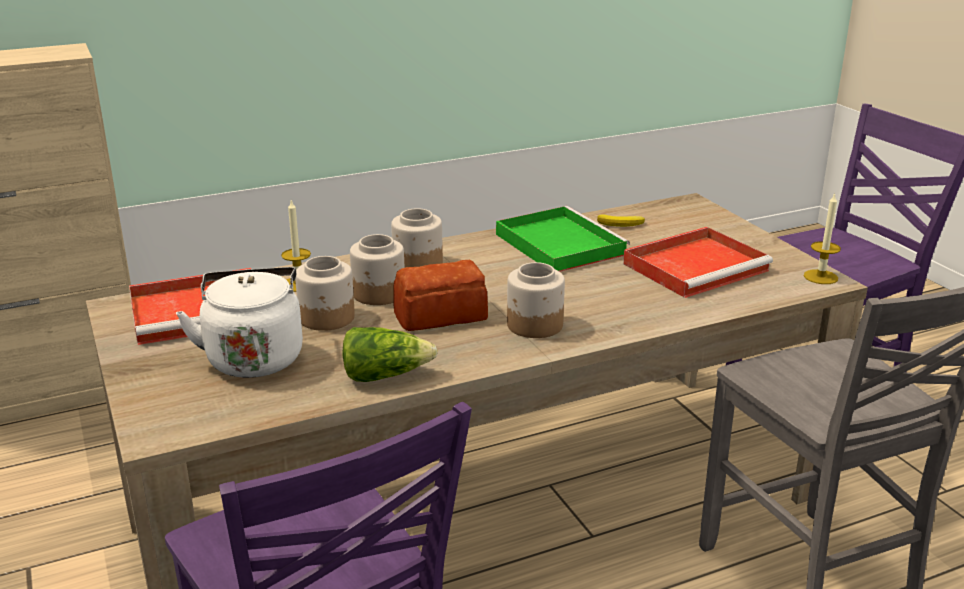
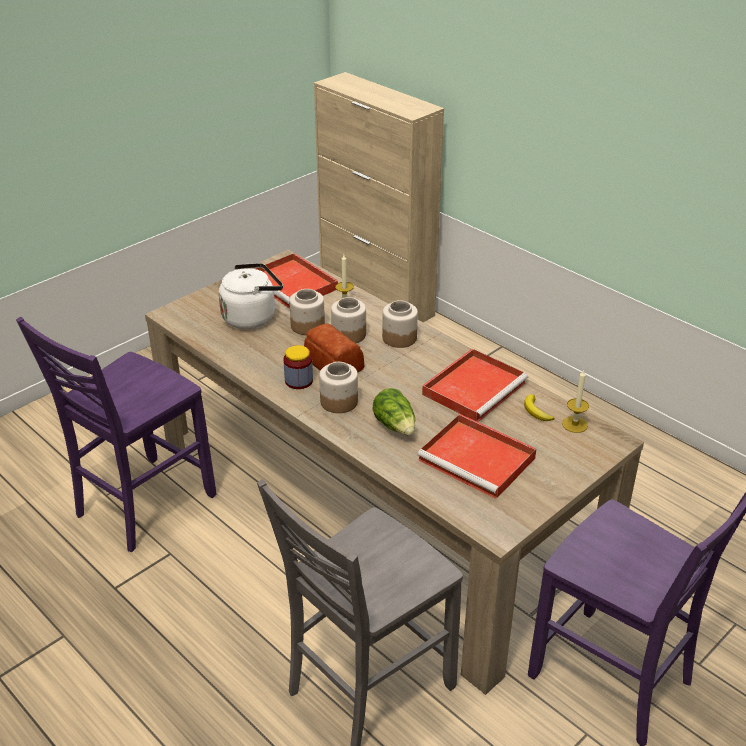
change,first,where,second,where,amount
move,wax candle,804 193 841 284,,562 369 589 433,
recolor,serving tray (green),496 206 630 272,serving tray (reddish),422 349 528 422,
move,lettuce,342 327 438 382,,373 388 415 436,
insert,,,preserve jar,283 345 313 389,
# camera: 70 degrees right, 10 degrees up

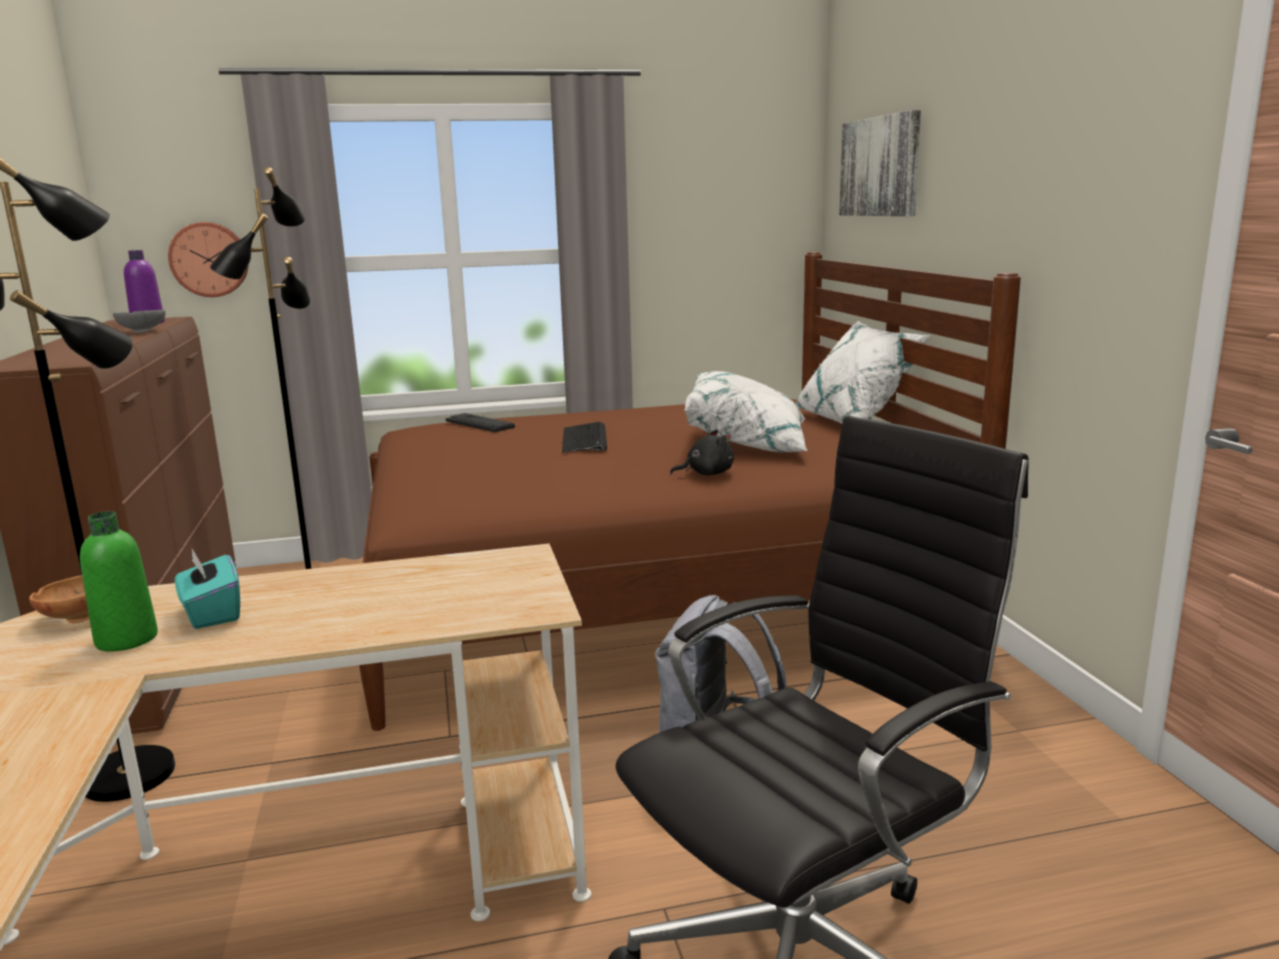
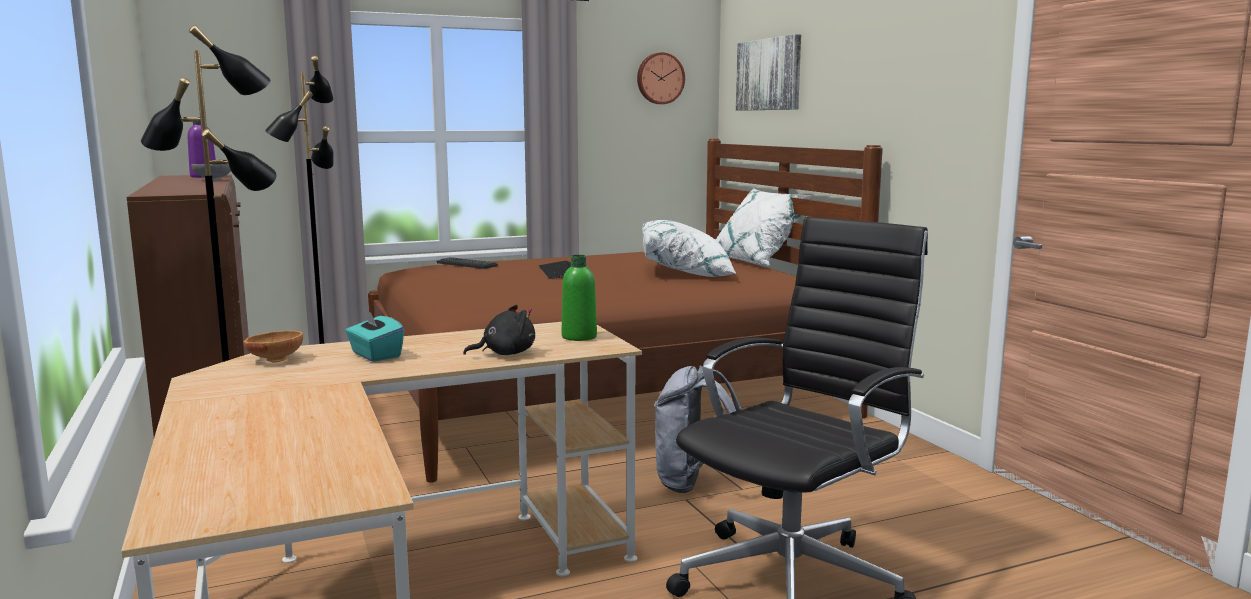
change,first,where,second,where,amount
move,clock on the wall,168 222 249 297,,637 52 685 104,
move,cuddly toy (blackish),670 429 734 476,,463 305 535 355,
move,bottle (green),80 511 158 652,,562 255 597 341,
# camera: 10 degrees left, 5 degrees down

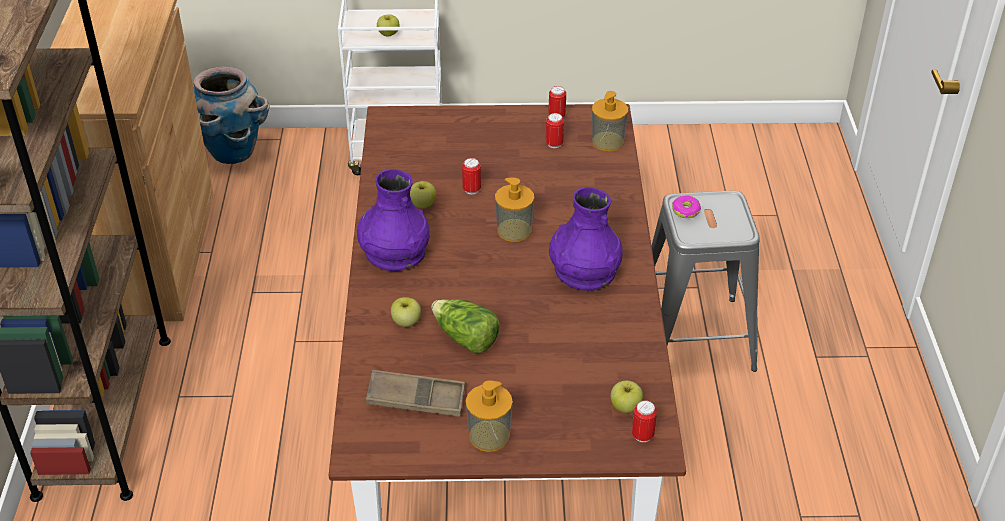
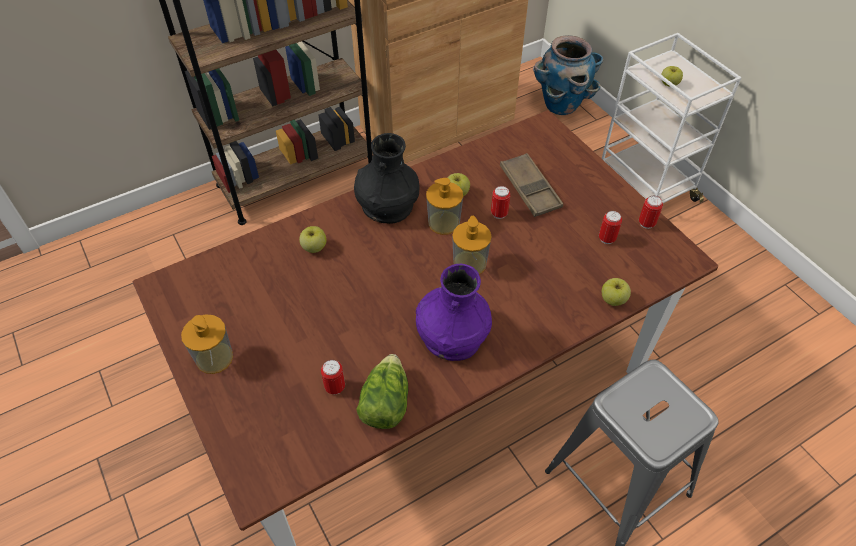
change,first,where,second,where,amount
move,soap bottle,592 91 628 151,,426 178 463 235,
recolor,flower vase (purple-coloured),357 169 430 271,flower vase (blackish),354 133 420 224,
delete,doughnut,672 195 701 218,,,
move,lettuce,431 299 500 353,,356 354 408 429,
move,serving tray (brownish),366 370 465 417,,500 153 563 217,
move,whole apple,610 381 643 413,,602 278 631 306,
move,can,632 401 657 442,,321 360 345 395,
# camera: 60 degrees right, 10 degrees up

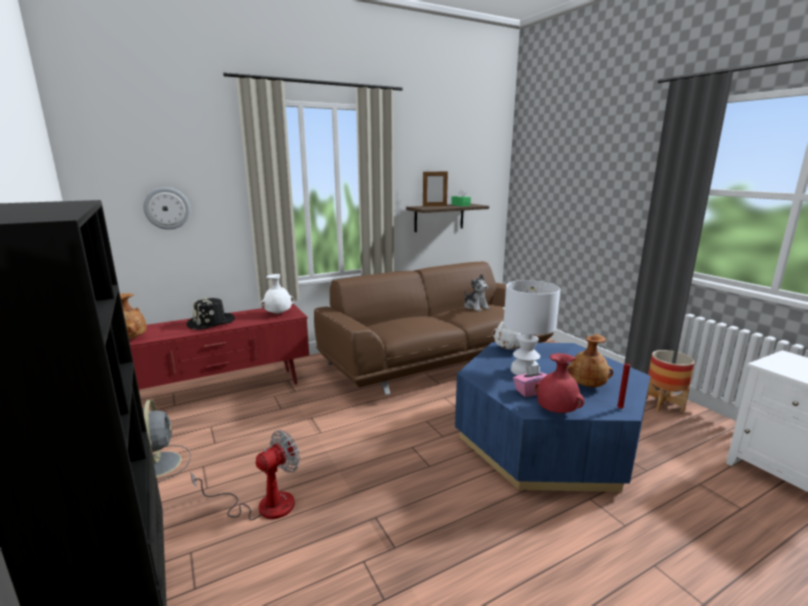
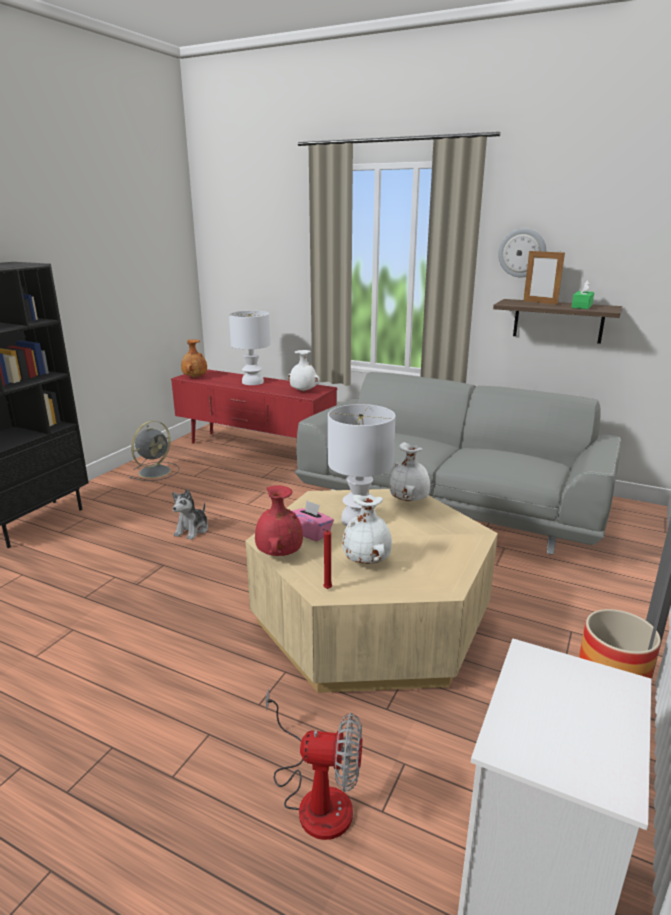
change,first,where,second,where,amount
move,clock on the wall,143 187 190 230,,498 228 546 277,
recolor,settee (brownish),314 261 554 395,settee (grey),295 372 621 555,
move,cuddly toy,464 274 490 311,,172 489 208 540,
replace,hat (blackish),186 297 235 330,tabletop lamp (white),229 311 270 385,
recolor,flower vase (brownish),567 334 613 387,flower vase (white),342 495 392 564,
recolor,low table (blue-coloured),455 342 650 492,low table (sand-coloured),245 489 498 693,
move,cooling fan,190 430 300 520,,265 687 362 840,
# camera: 55 degrees right, 5 degrees up

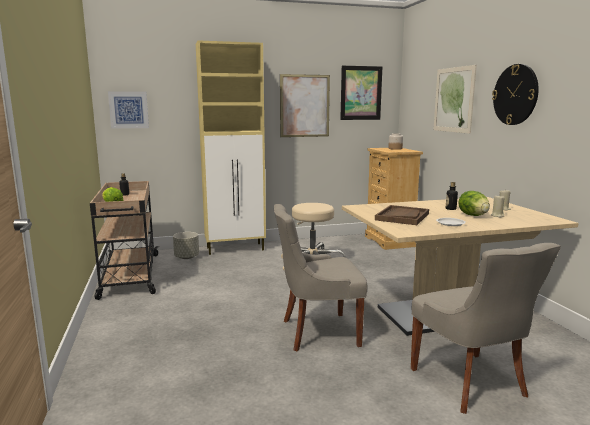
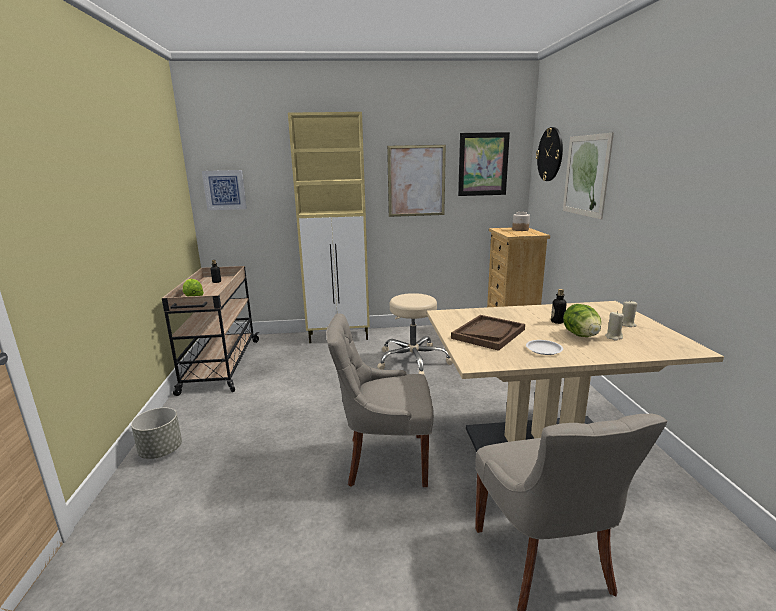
change,first,where,second,where,amount
move,clock on the wall,492 64 539 125,,536 127 563 181,
move,flower pot (grey),173 232 199 259,,131 408 182 459,
# camera: 10 degrees right, 5 degrees up

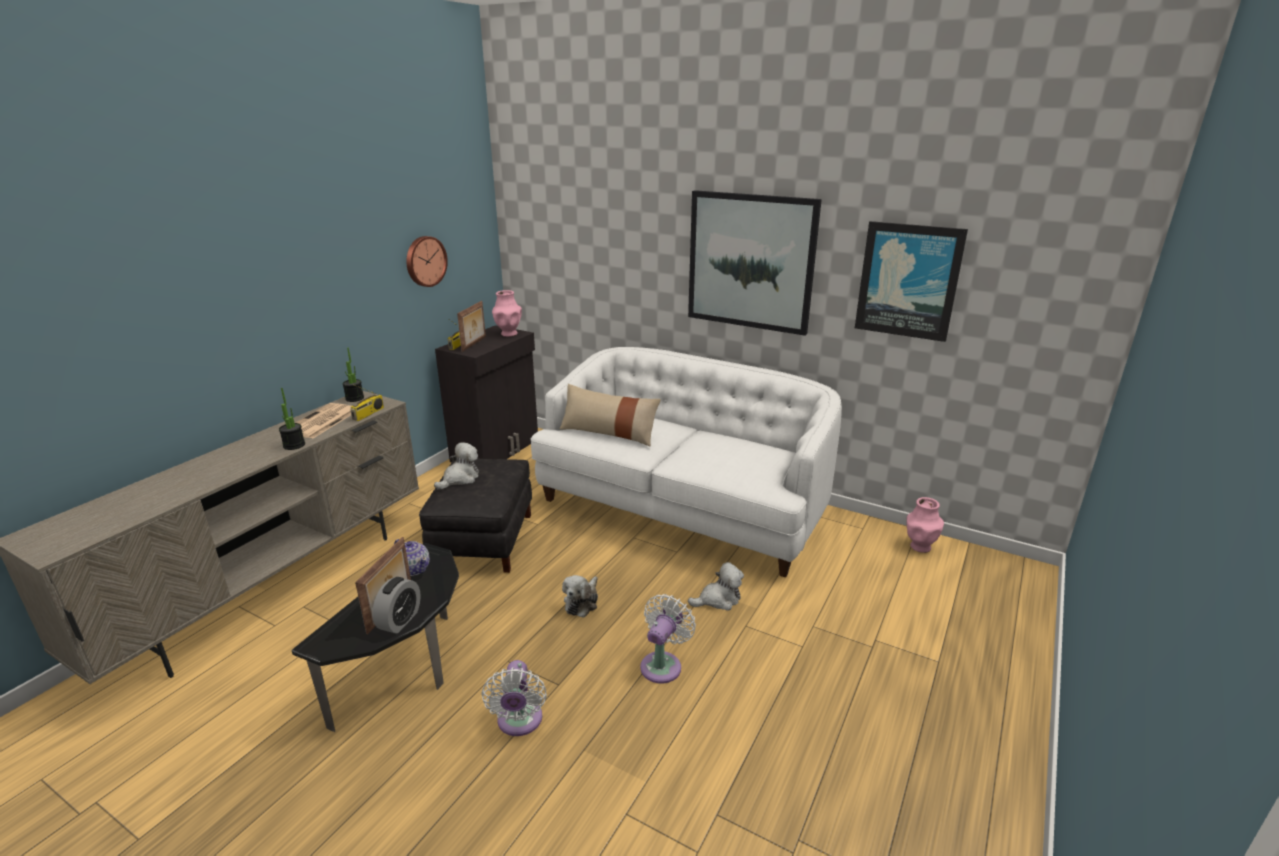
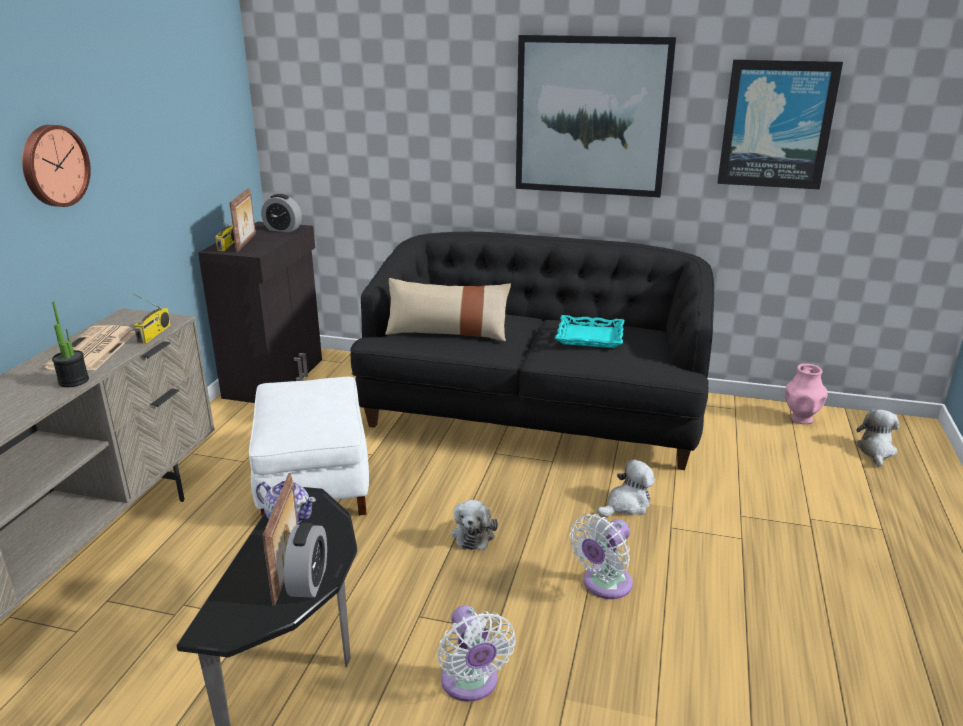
change,first,where,second,where,amount
move,clock on the wall,406 236 448 287,,22 125 91 207,
replace,flower vase (pink-coloured),492 290 522 337,alarm clock,261 194 302 232,
recolor,settee (white),531 347 842 578,settee (blackish),350 232 714 470,
delete,potted plant,343 348 364 402,,,
move,cuddly toy,434 443 479 489,,856 410 899 467,
recolor,pouffe (blackish),419 458 532 573,pouffe (white),249 377 369 516,
rotate,cooling fan (white),640 594 696 683,,569 514 633 599,150 degrees counterclockwise
insert,,,serving tray (blue-green),555 315 624 348,
# camera: 15 degrees left, 0 degrees up

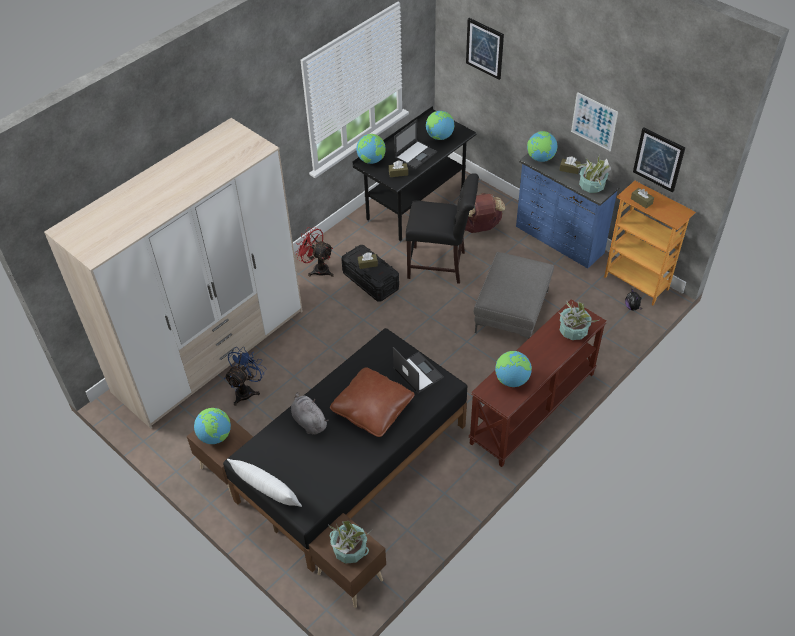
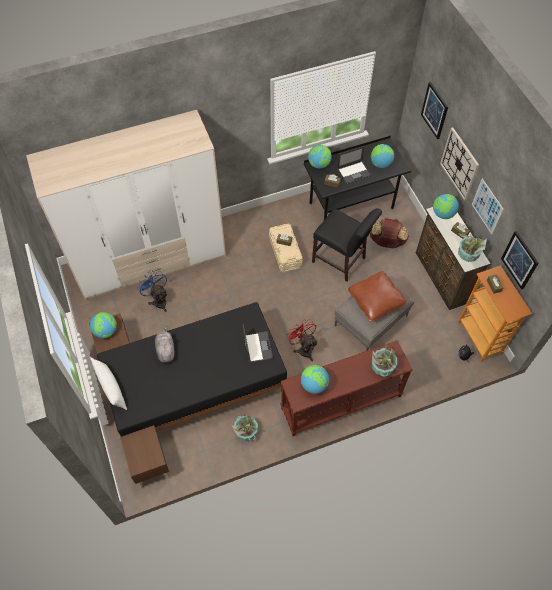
change,first,where,second,where,amount
recolor,dresser (blue-coloured),516 153 620 269,dresser (brownish),416 207 490 310,
move,cooling fan (reddish),295 227 334 277,,286 319 318 361,
recolor,storage box (blackish),342 245 399 302,storage box (sand-coloured),269 224 303 272,
rotate,cooling fan (blue-coloured),224 347 267 406,,137 271 167 312,90 degrees counterclockwise
move,cushion (brownish),330 367 415 437,,348 271 407 322,
move,potted plant,328 521 374 564,,233 412 258 442,
insert,,,clock on the wall,440 128 479 200,
# camera: 25 degrees right, 10 degrees up

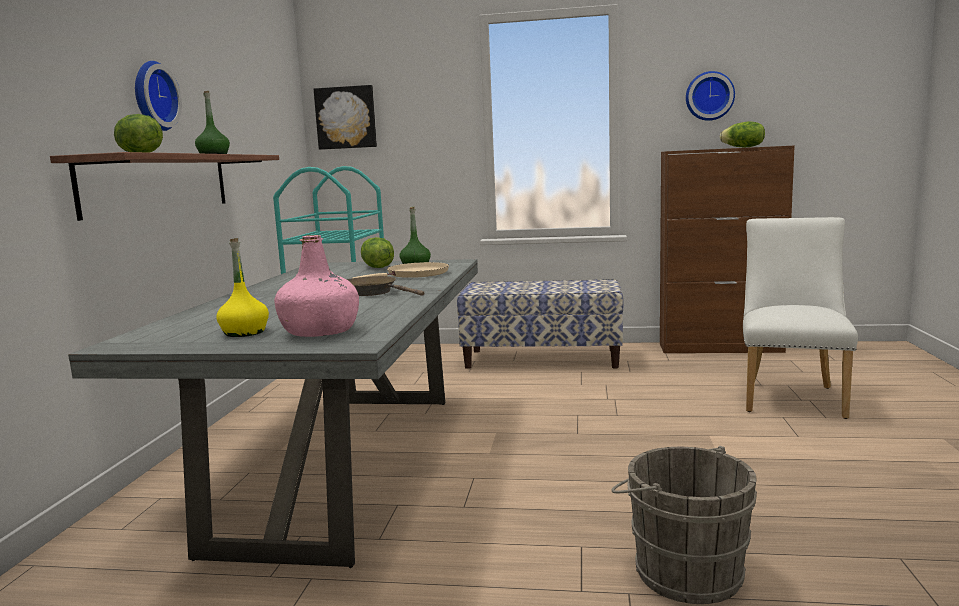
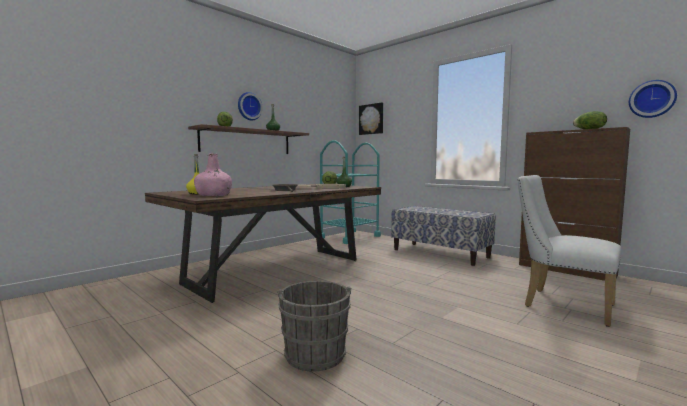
change,first,where,second,where,amount
move,clock on the wall,686 71 735 121,,629 80 677 118,
rotate,chair (white),743 217 858 419,,517 175 622 327,105 degrees counterclockwise
recolor,dining table (grey),68 259 478 568,dining table (brownish),145 184 381 303,
# camera: 35 degrees right, 5 degrees down

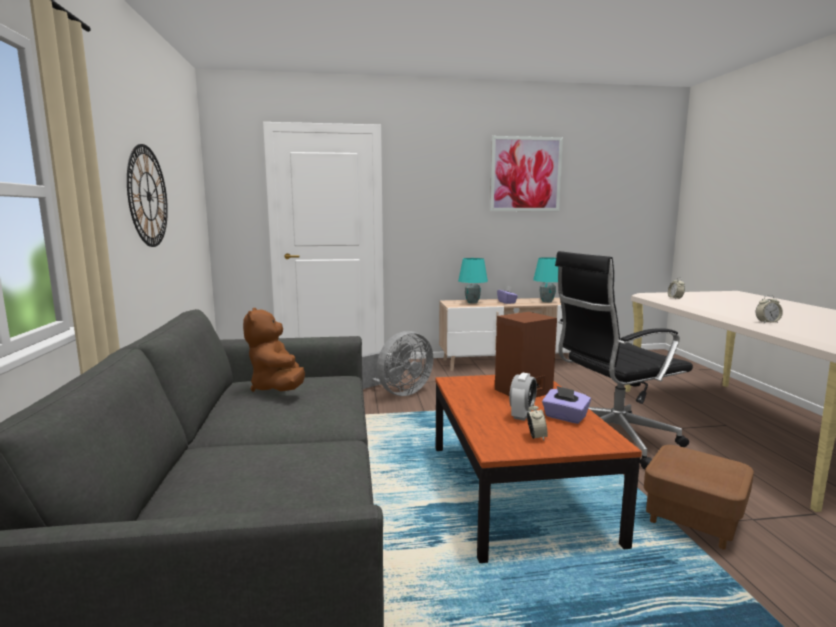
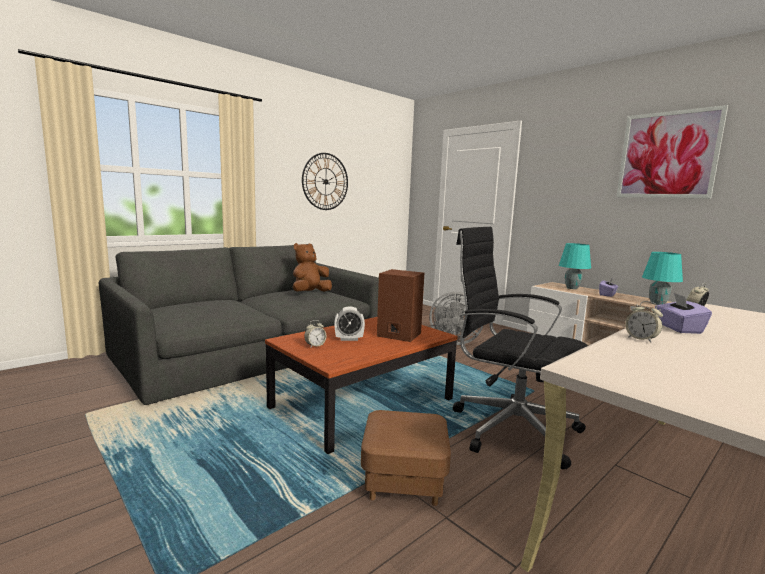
change,first,where,second,where,amount
move,tissue box (purple-coloured),542 386 591 424,,655 293 712 334,
# camera: 55 degrees right, 0 degrees up

